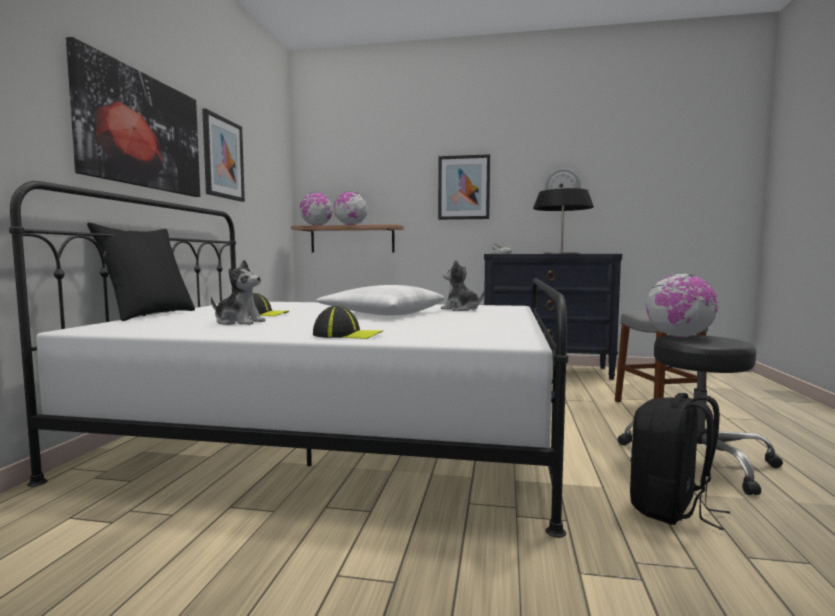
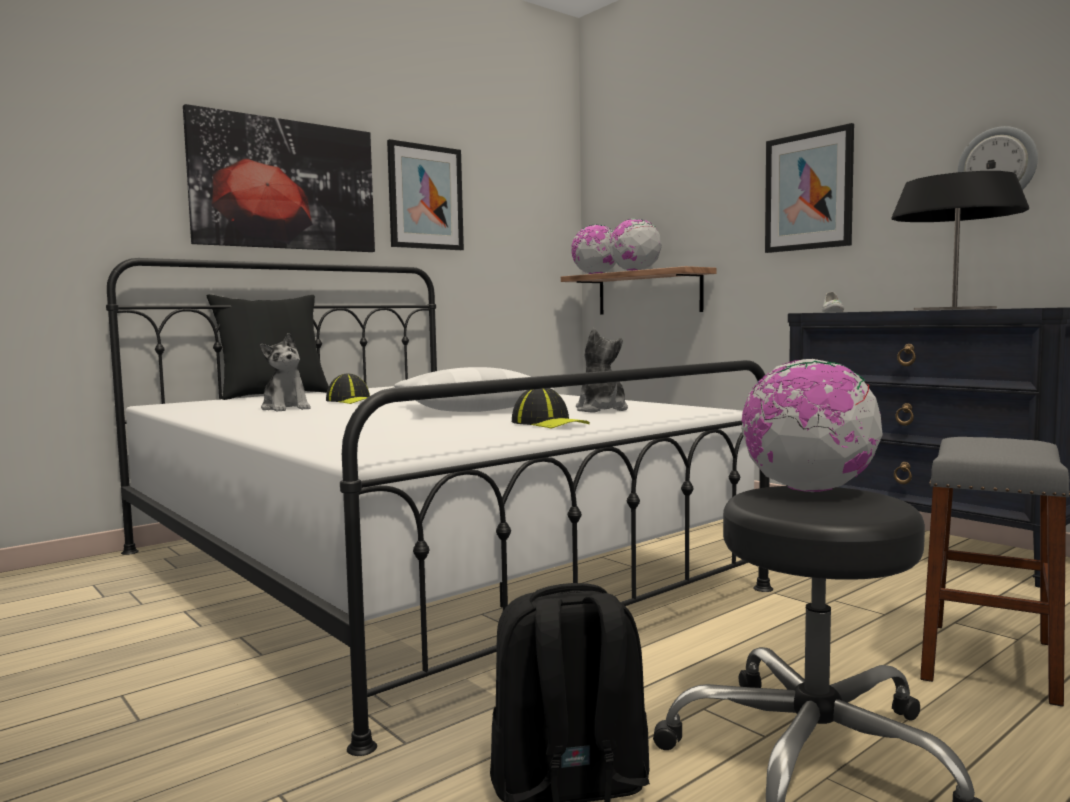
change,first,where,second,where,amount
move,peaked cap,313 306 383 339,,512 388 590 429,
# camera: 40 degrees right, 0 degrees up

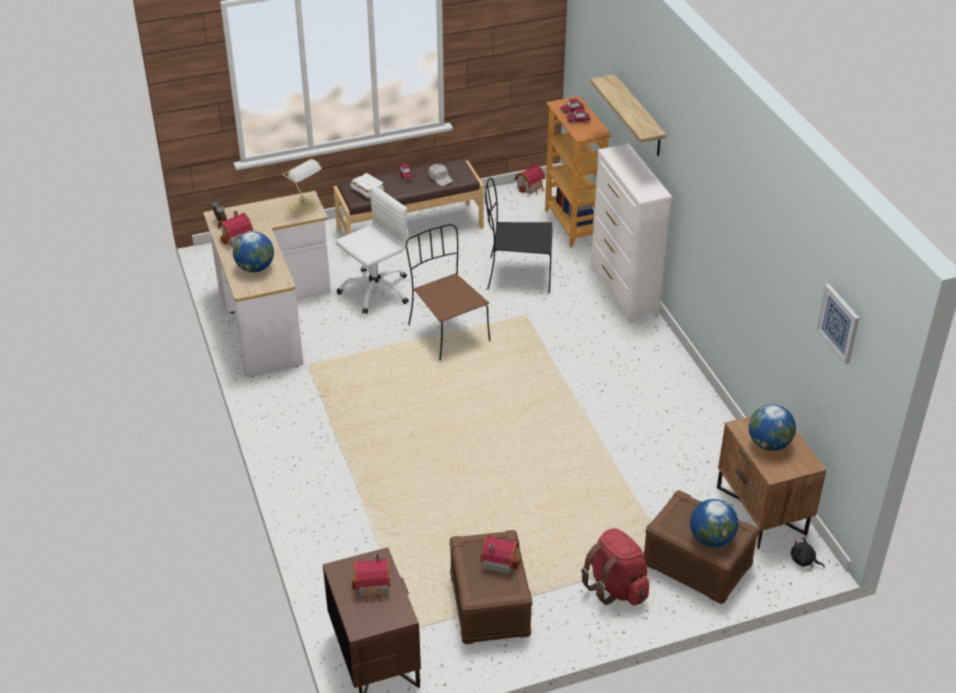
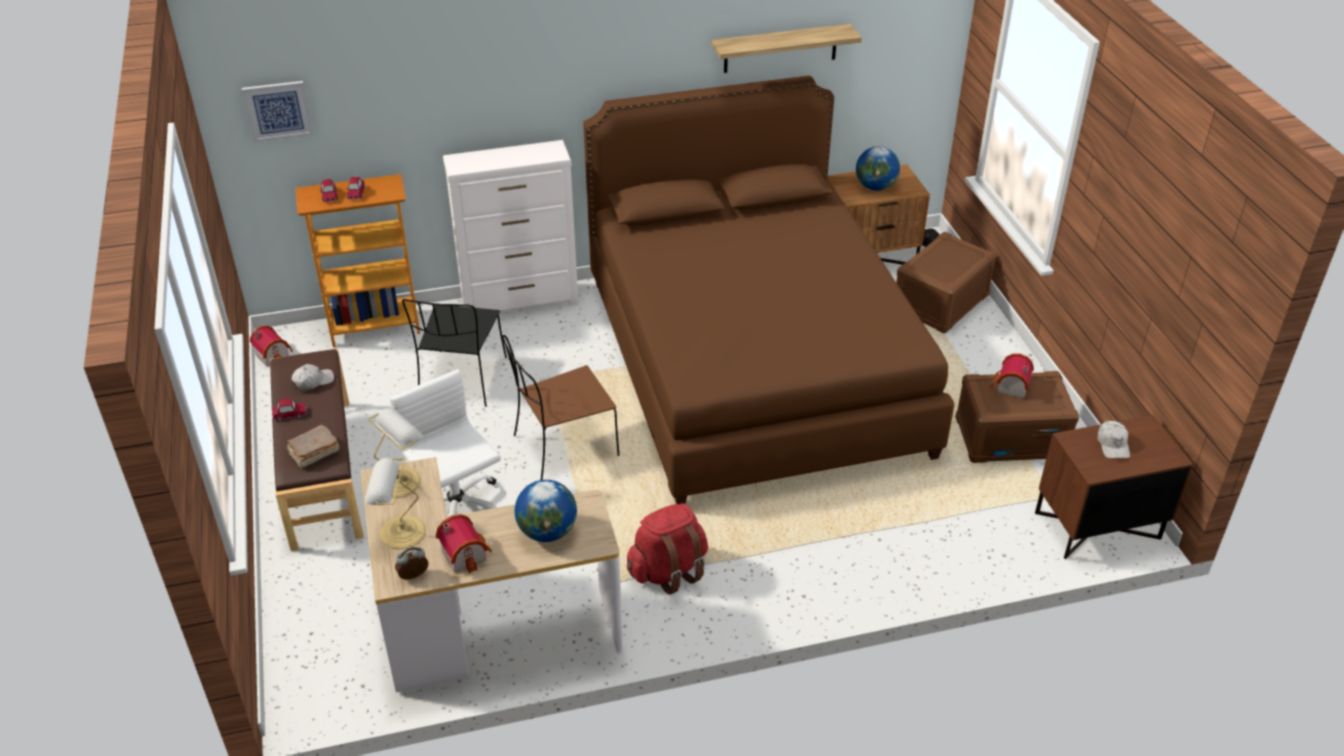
change,first,where,second,where,amount
move,shelf,590 74 667 156,,711 24 862 73,
recolor,volume (white),351 173 385 199,volume (brownish),286 424 340 469,
move,wall picture,816 283 860 364,,242 81 313 143,
delete,world globe,690 499 739 547,,,
move,knapsack (reddish),581 528 649 605,,627 503 708 595,
replace,miniature house,352 554 390 603,peaked cap (white),1097 421 1130 459,
insert,,,bed (brownish),583 76 954 504,
insert,,,tabletop lamp,365 458 426 549,
# camera: 85 degrees left, 0 degrees up

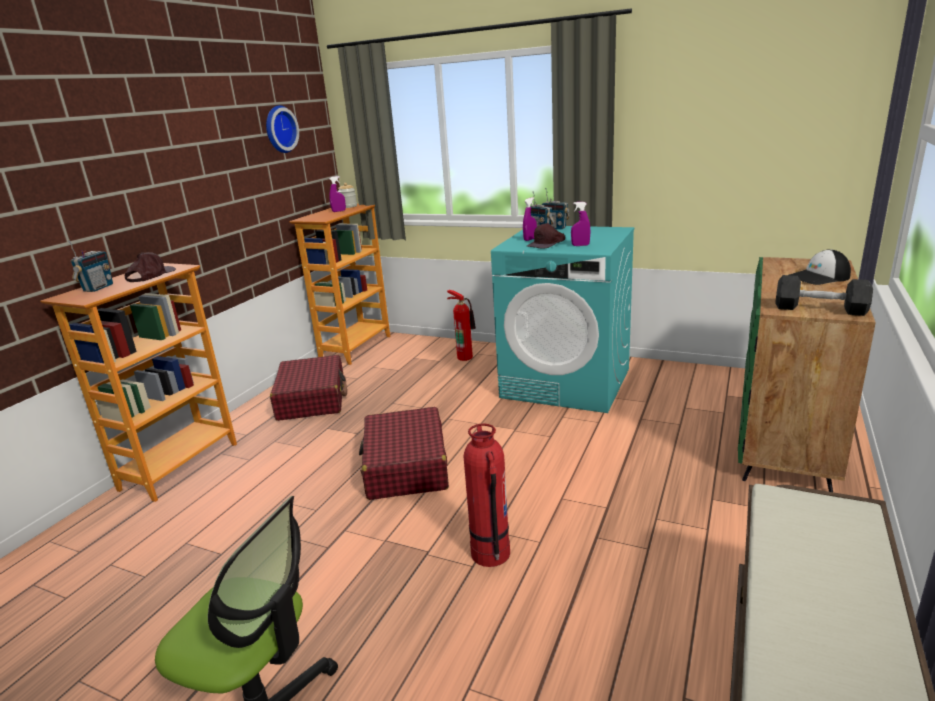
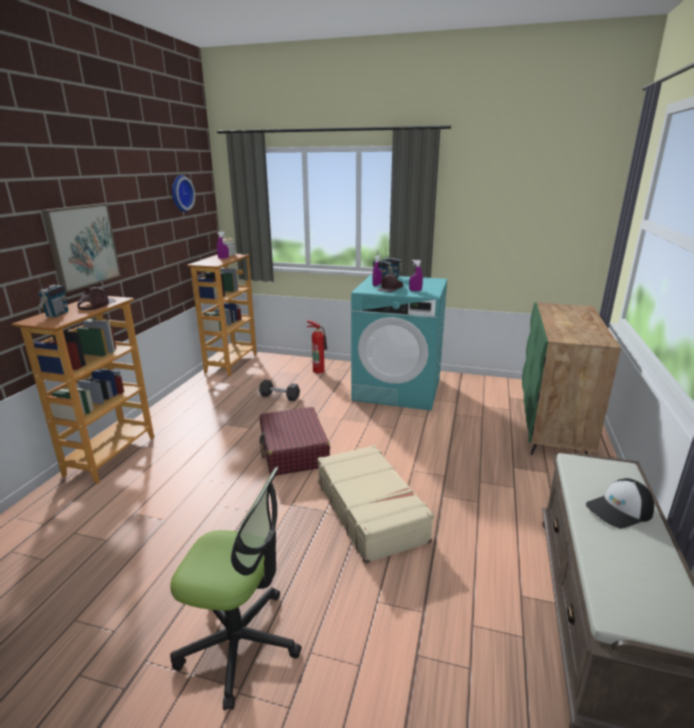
change,first,where,second,where,amount
move,peaked cap,789 249 851 285,,586 478 654 529,
move,free weight (blackish),775 275 873 316,,259 379 300 401,
delete,suitcase (reddish),270 355 347 421,,,
replace,extinguisher,463 424 510 567,suitcase (sand-coloured),317 445 434 564,
insert,,,wall picture,42 203 121 293,
# camera: 10 degrees left, 0 degrees up

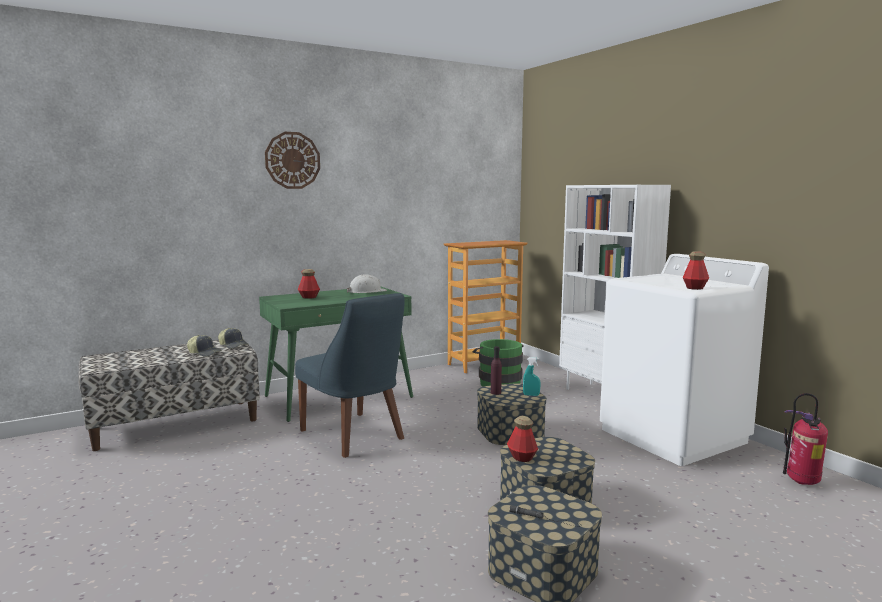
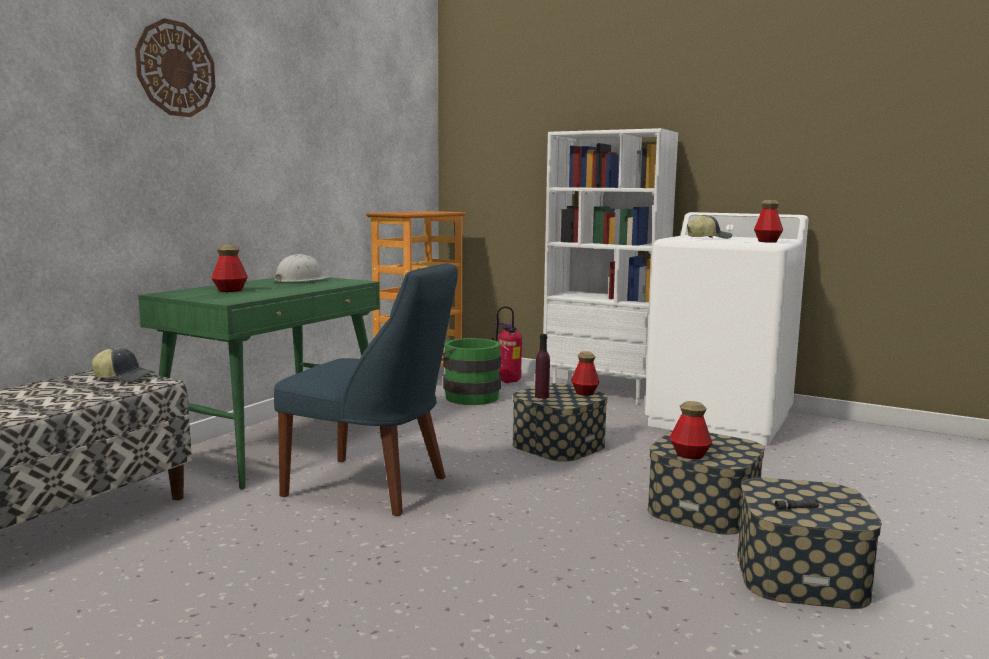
change,first,where,second,where,amount
move,peaked cap,187 335 222 357,,687 215 732 239,
replace,sprayer (blue-green),523 357 541 396,bottle,571 351 600 396,
move,extinguisher,783 393 828 485,,491 306 522 383,
# camera: 30 degrees left, 0 degrees up

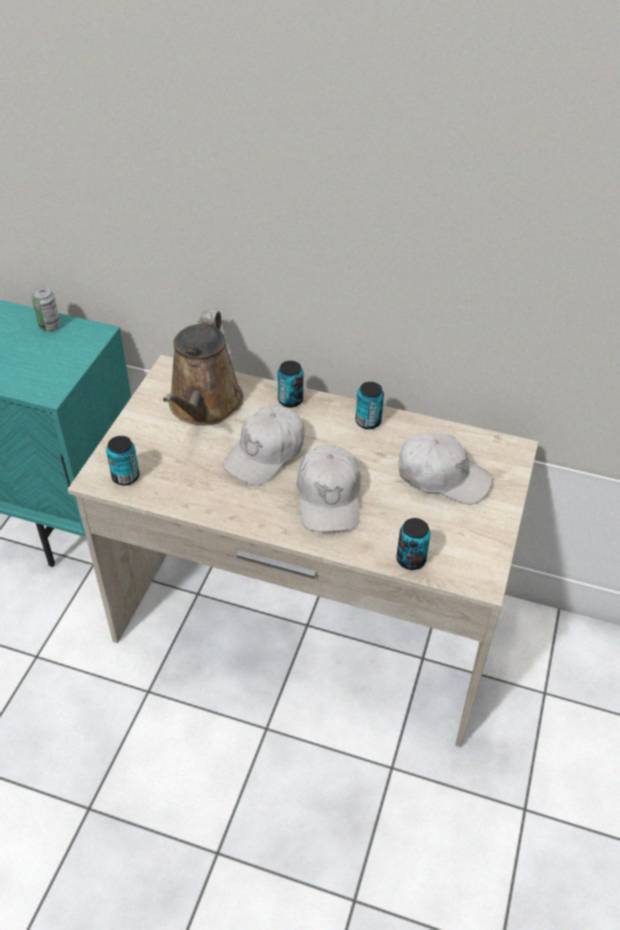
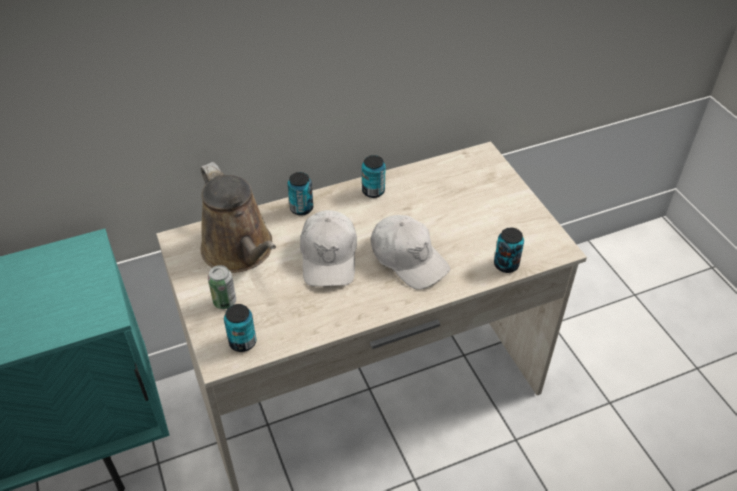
change,first,where,second,where,amount
move,can,32 288 60 331,,208 265 236 309,
delete,peaked cap (white),398 432 492 505,,,
# camera: 40 degrees left, 0 degrees up

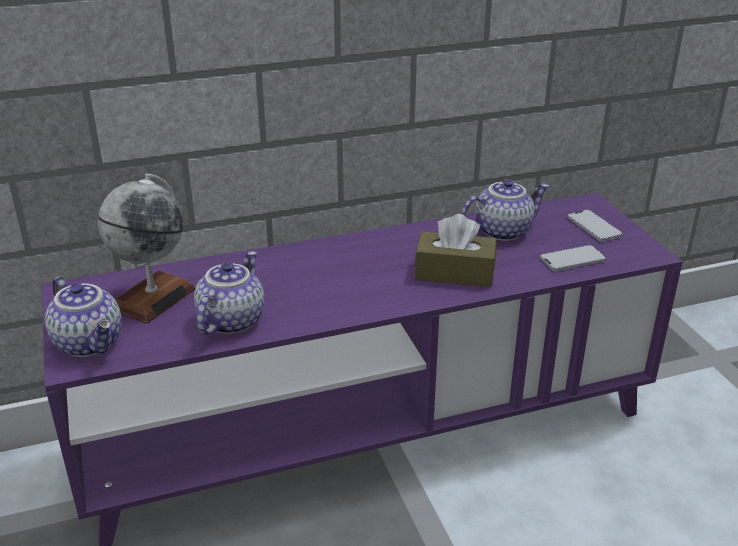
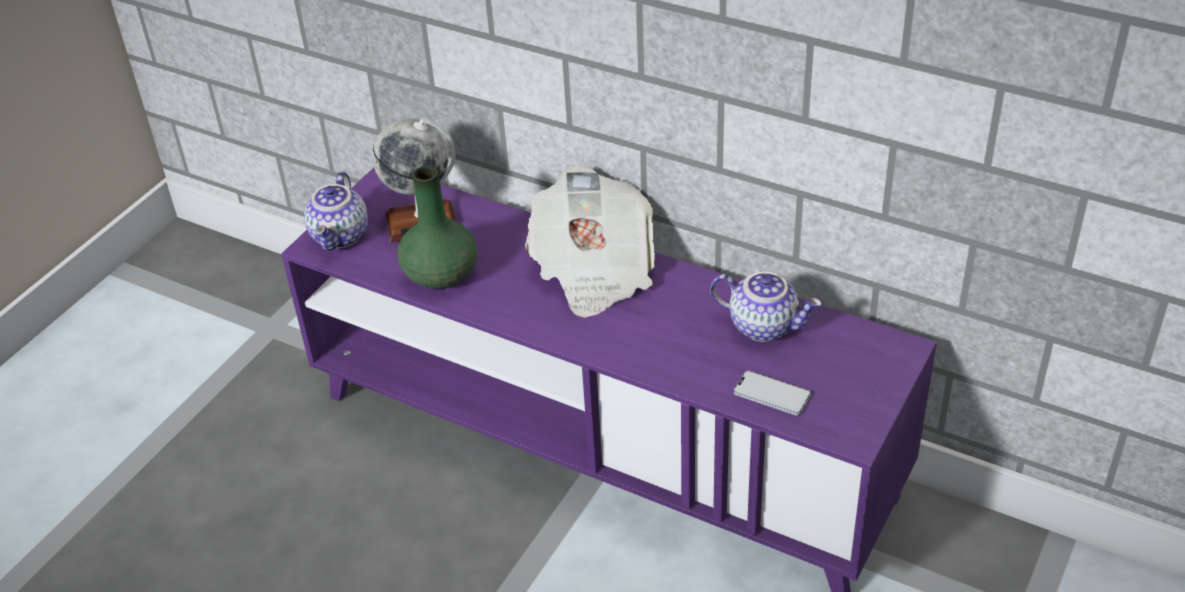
change,first,where,second,where,amount
delete,handset,567 210 623 242,,,
delete,tissue box (brownish),415 214 497 287,,,
replace,pot for tea,194 251 265 335,flower vase (green),397 166 477 289,
insert,,,printed paper,525 167 655 318,
# camera: 50 degrees right, 10 degrees up

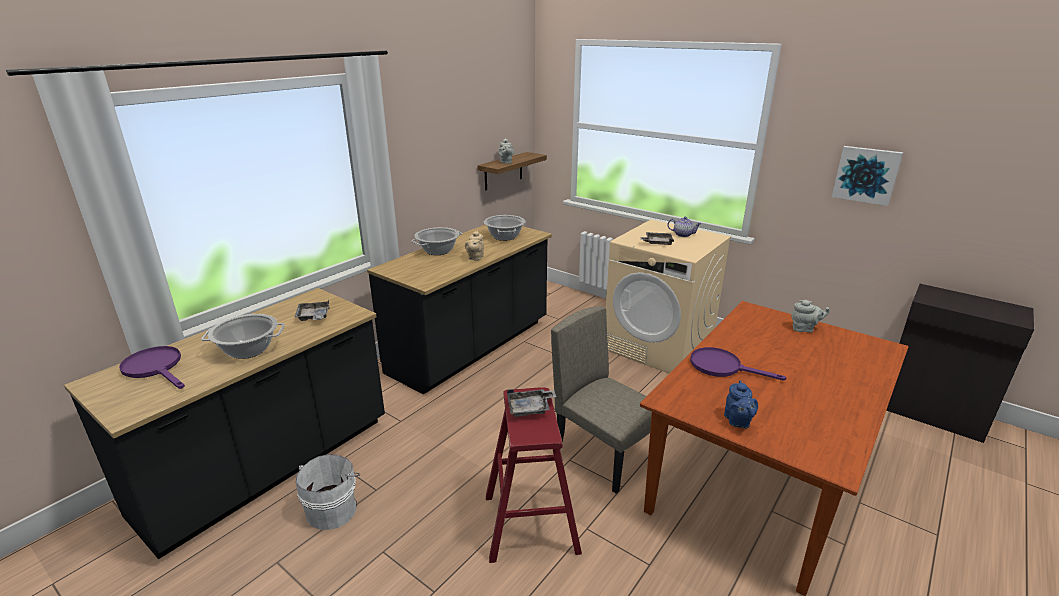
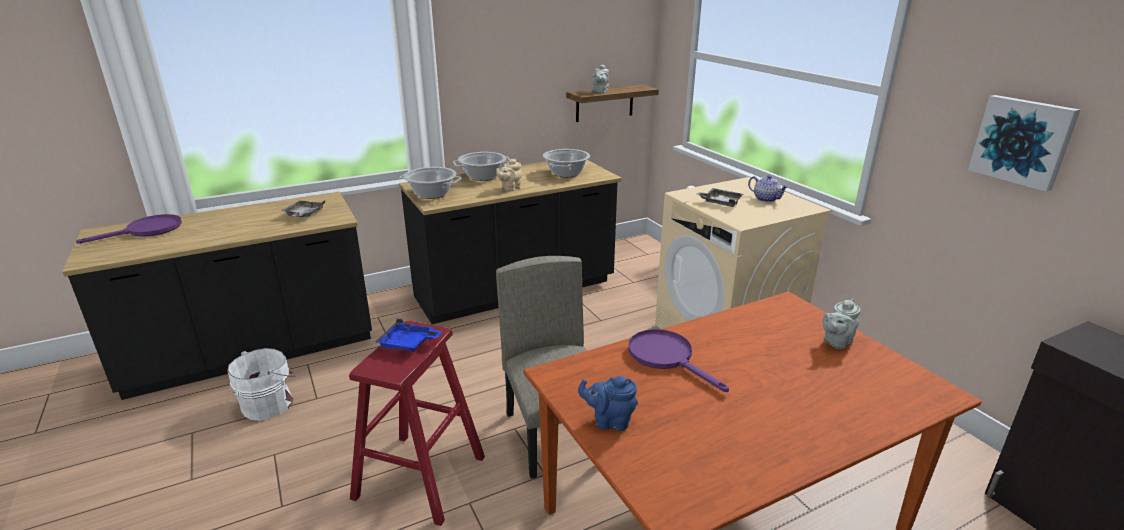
change,first,where,second,where,amount
rotate,pot for tea (grey),791 300 830 333,,822 299 861 349,105 degrees clockwise
move,cooking pot,201 314 285 359,,399 167 462 199,
rotate,pan (purple-coloured),119 346 185 389,,76 214 182 244,75 degrees clockwise
rotate,pot for tea (blue-coloured),724 380 758 428,,578 376 638 431,75 degrees clockwise
recolor,serving tray (grey),507 389 556 417,serving tray (blue-coloured),375 319 443 352,
# camera: 25 degrees right, 0 degrees up

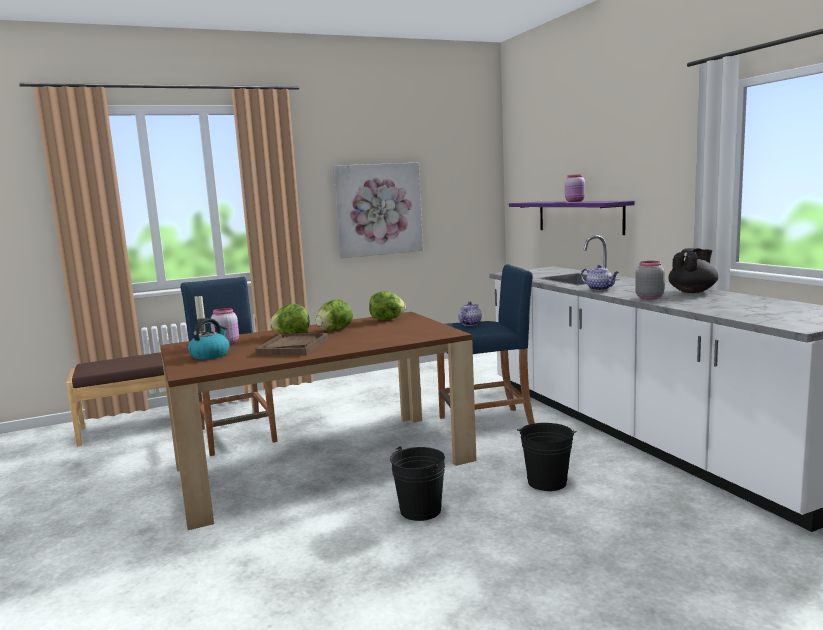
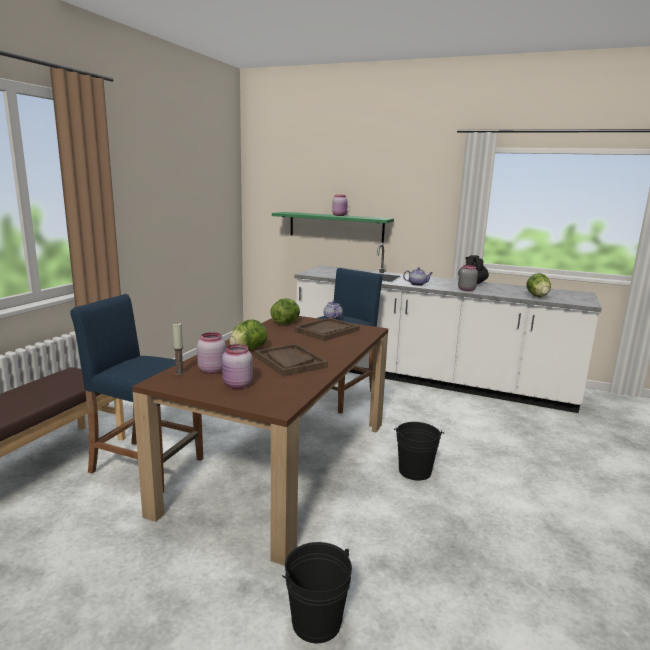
change,first,where,second,where,amount
delete,wall picture,333 163 423 258,,,
recolor,shelf (purple-coloured),509 201 635 235,shelf (green),272 212 394 243,
move,lettuce,316 299 353 331,,526 273 551 297,
replace,kettle,188 318 230 359,preserve jar (pink-coloured),222 344 253 389,
move,water bucket (blackish),517 423 577 491,,282 542 352 643,
insert,,,serving tray (brownish),295 318 359 341,
# camera: 45 degrees left, 5 degrees up

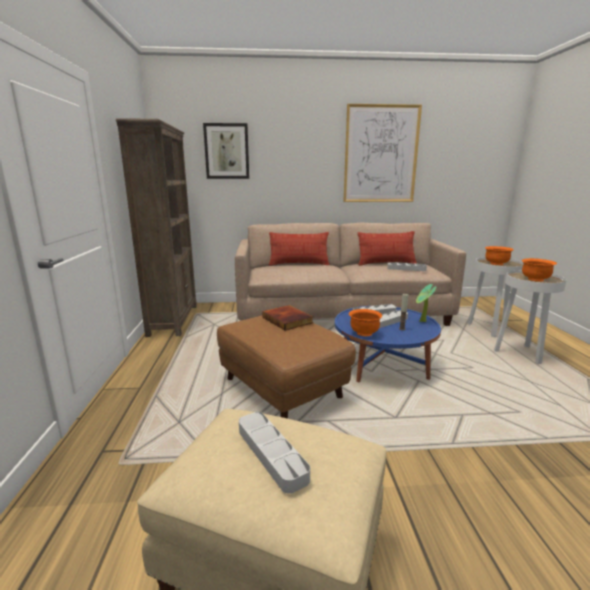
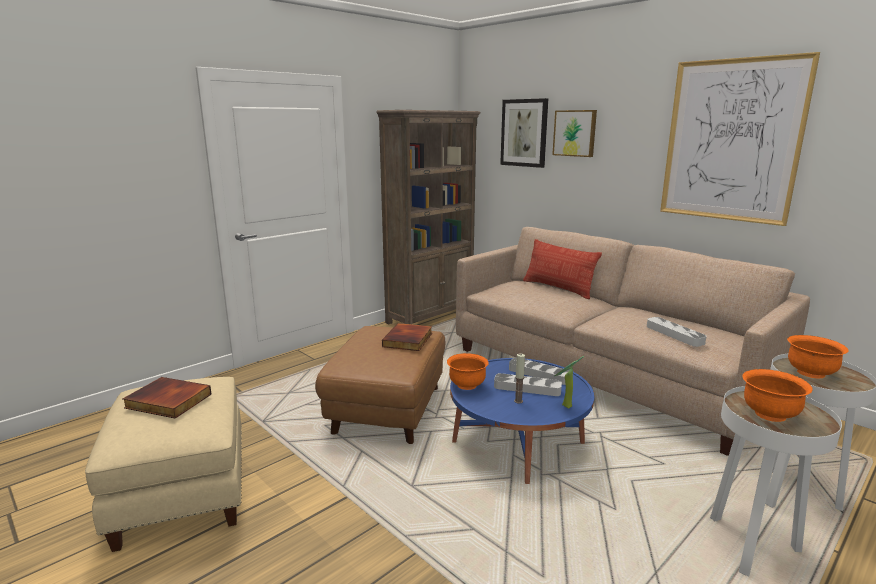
change,first,where,second,where,amount
delete,cushion,357 231 417 266,,,
replace,serving tray (grey),239 412 310 493,volume,123 377 212 419,
insert,,,wall picture,552 110 597 157,
# camera: 50 degrees right, 0 degrees up

